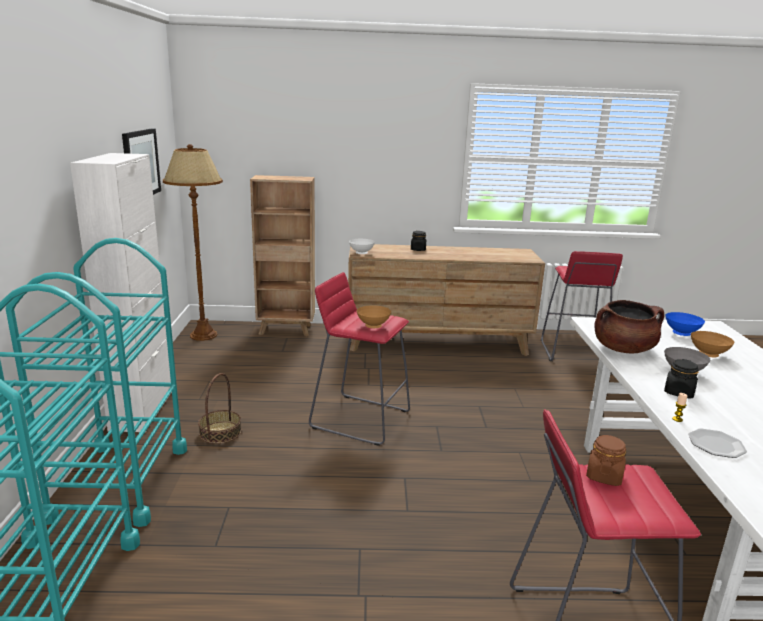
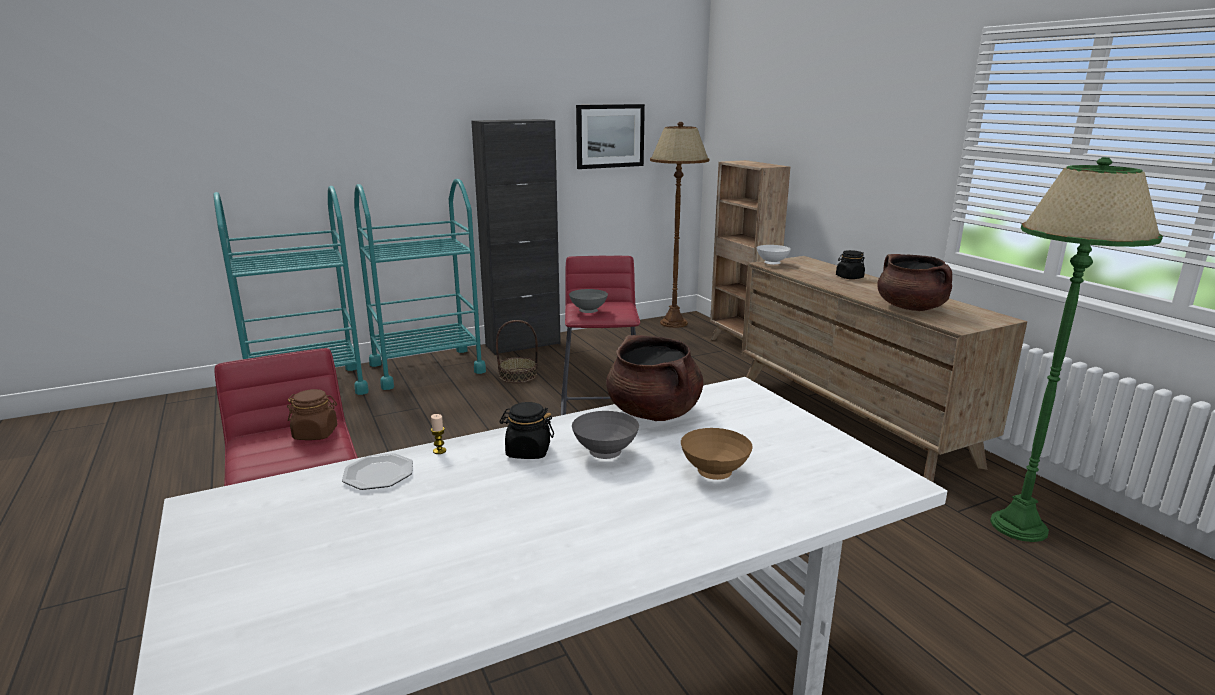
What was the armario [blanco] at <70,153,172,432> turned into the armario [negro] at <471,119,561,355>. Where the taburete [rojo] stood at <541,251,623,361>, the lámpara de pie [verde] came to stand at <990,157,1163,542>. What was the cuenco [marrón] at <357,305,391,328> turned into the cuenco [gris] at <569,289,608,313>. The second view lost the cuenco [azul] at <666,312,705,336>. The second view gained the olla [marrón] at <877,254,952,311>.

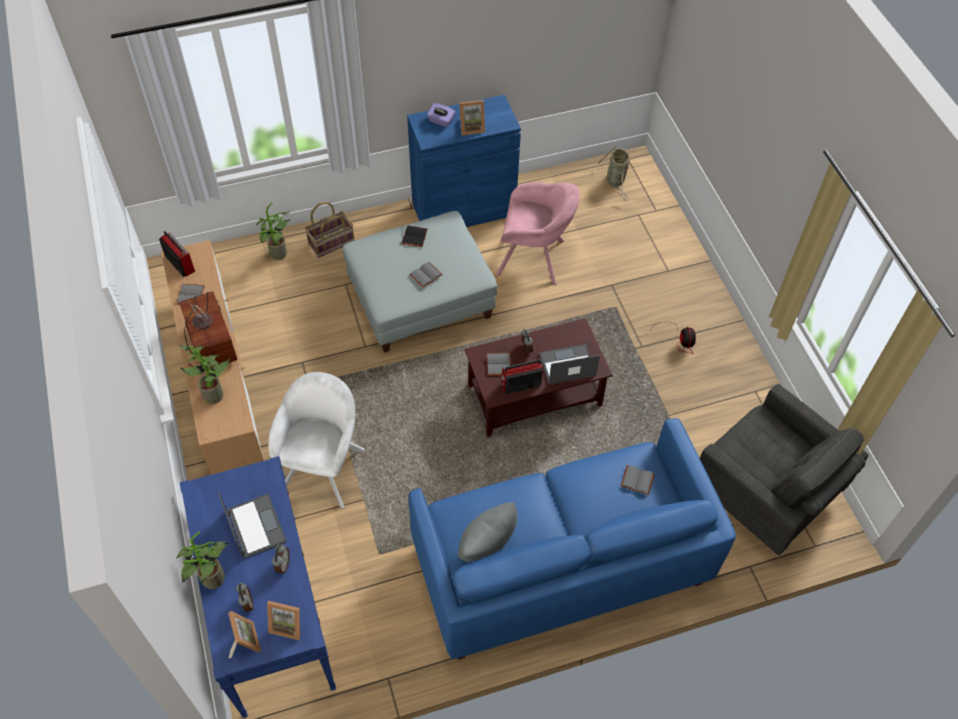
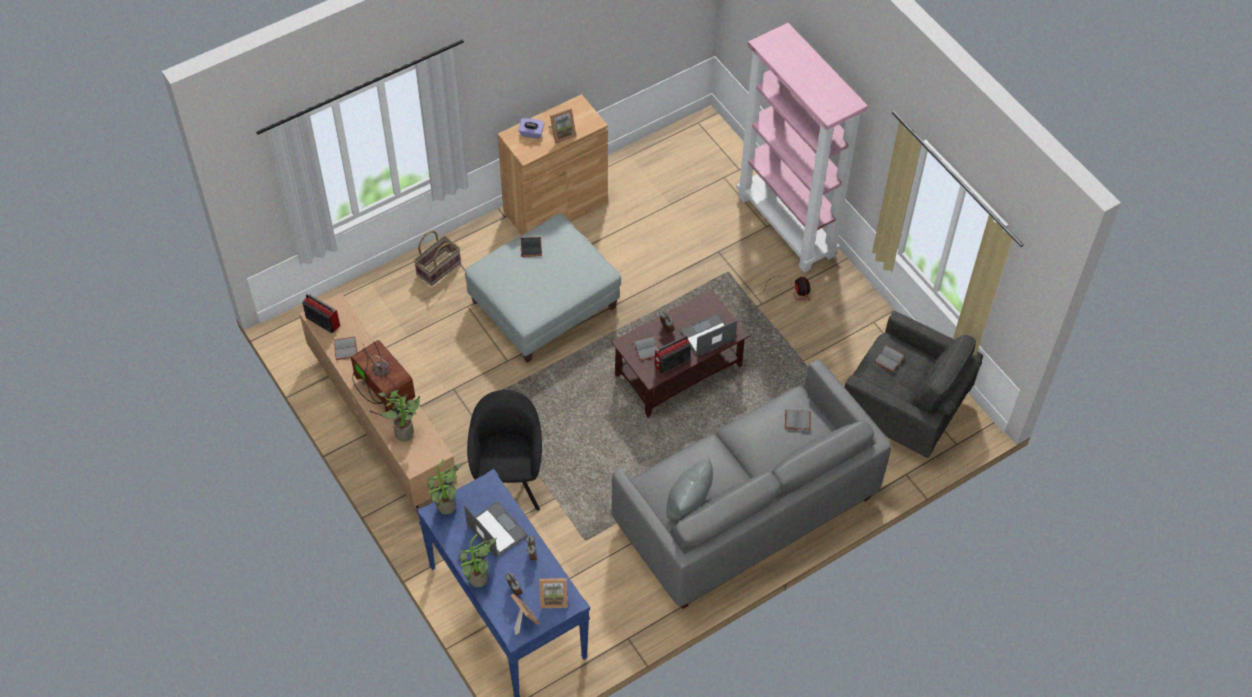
What was the armario [azul] at <407,95,521,227> turned into the armario [marrón] at <498,94,608,235>. The second view lost the cesta at <598,146,630,202>. The second view lost the sillón [rosa] at <495,182,580,285>. The planta en maceta ended up elsewhere, having gone from <256,202,291,260> to <427,459,463,515>. The libro [gris] ended up elsewhere, having gone from <409,262,443,288> to <874,345,905,372>. What was the sillón [blanco] at <268,372,365,509> turned into the sillón [negro] at <467,390,542,511>. What was the sofá [azul] at <409,418,736,660> turned into the sofá [gris] at <612,360,891,609>. The second view gained the estantería [rosa] at <737,23,868,273>.

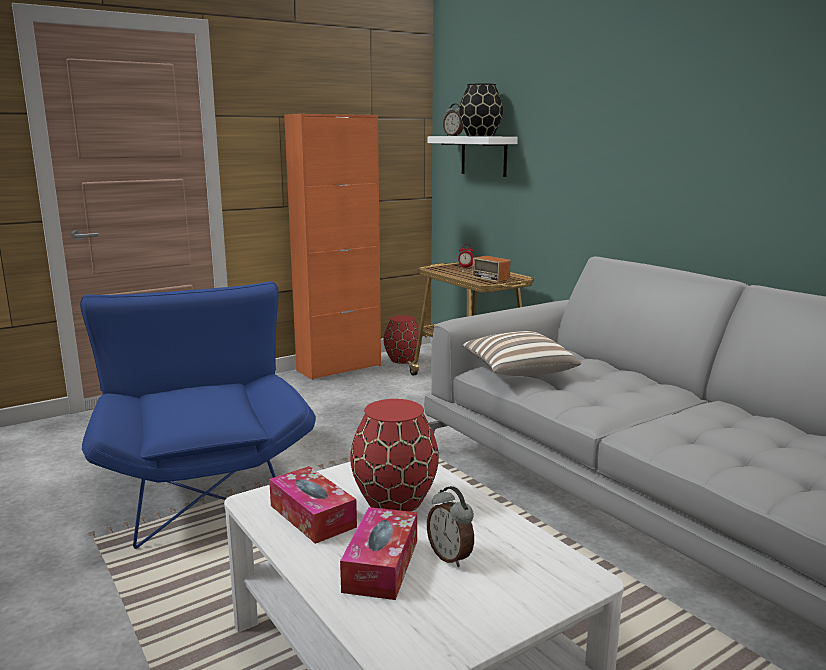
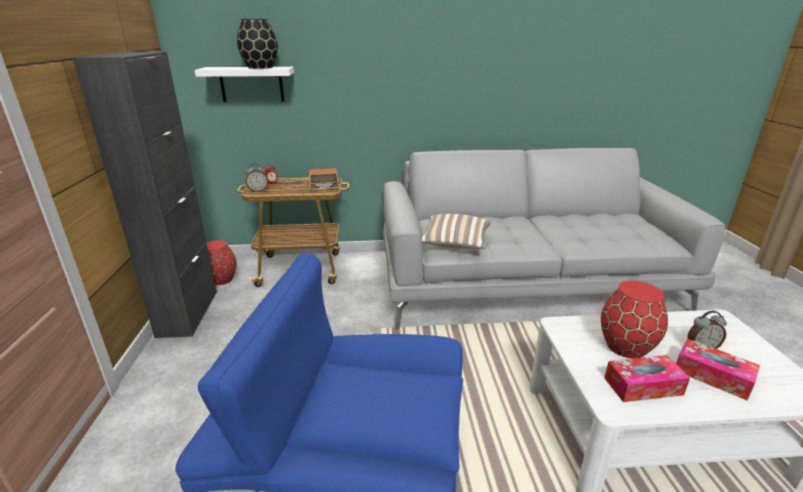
The despertador ended up elsewhere, having gone from <443,103,463,136> to <246,163,268,192>. What was the armario [naranja] at <284,114,381,380> turned into the armario [negro] at <72,52,217,338>.

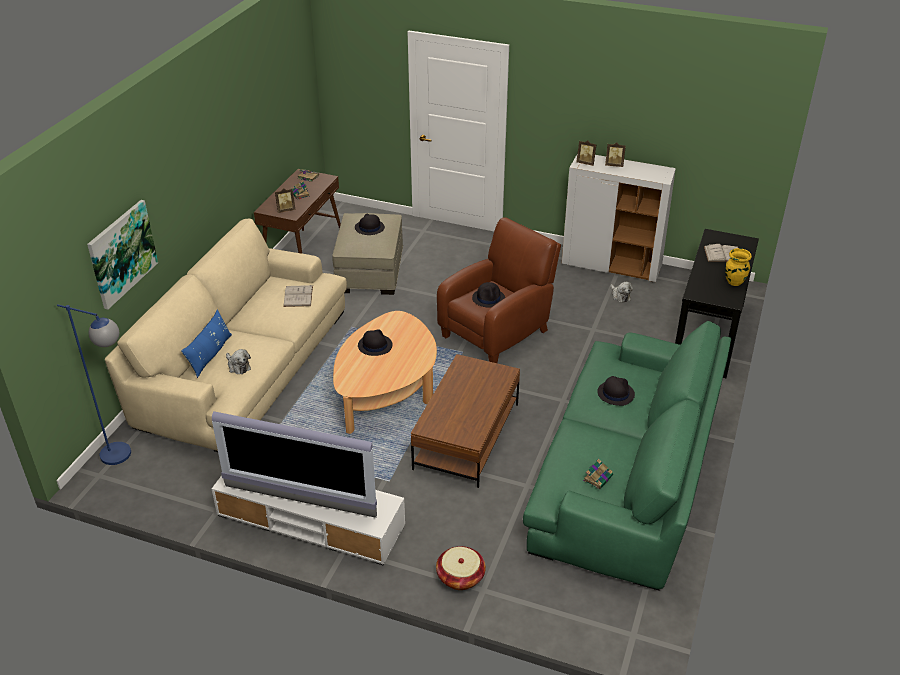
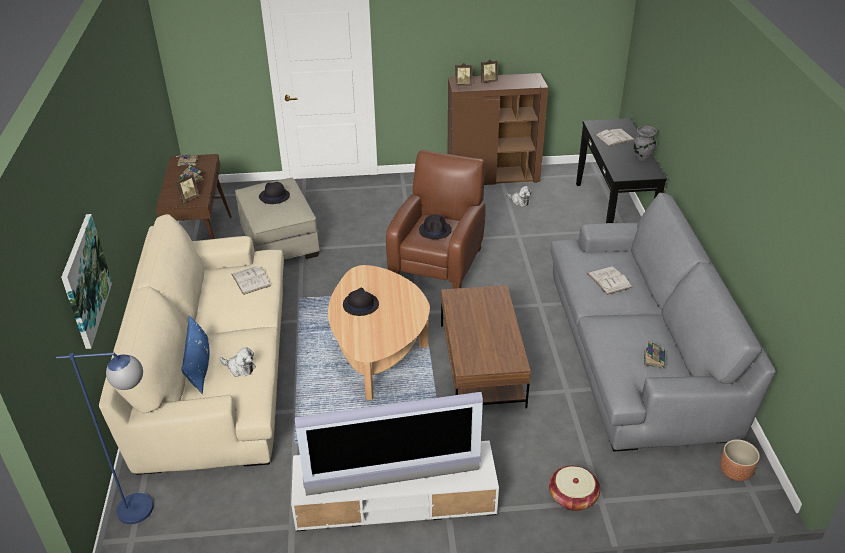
What was the armario [blanco] at <562,153,676,282> turned into the armario [marrón] at <447,73,548,185>. What was the florero [amarillo] at <725,248,752,286> turned into the florero [gris] at <634,126,657,161>. What was the sofá [verde] at <523,321,731,590> turned into the sofá [gris] at <550,193,776,452>. Where the sombrero [negro] stood at <597,376,635,406>, the libro [blanco] came to stand at <587,266,632,295>. The second view gained the maceta [marrón] at <720,439,760,481>.

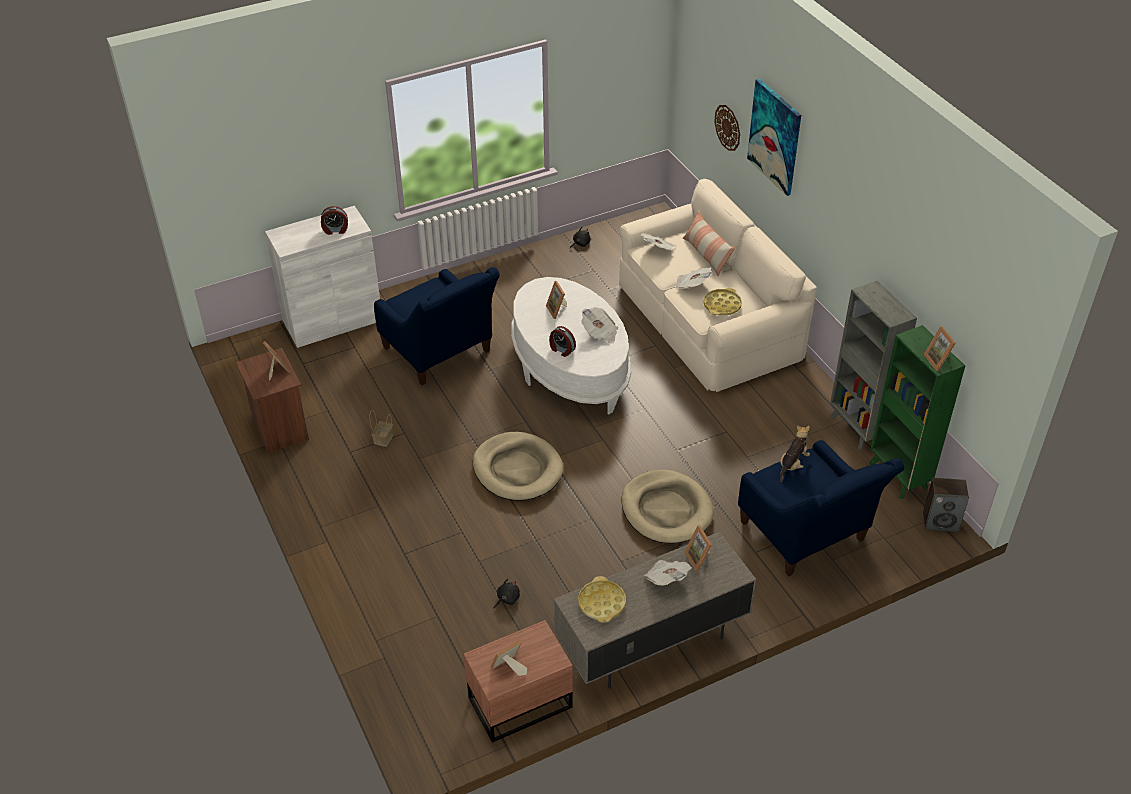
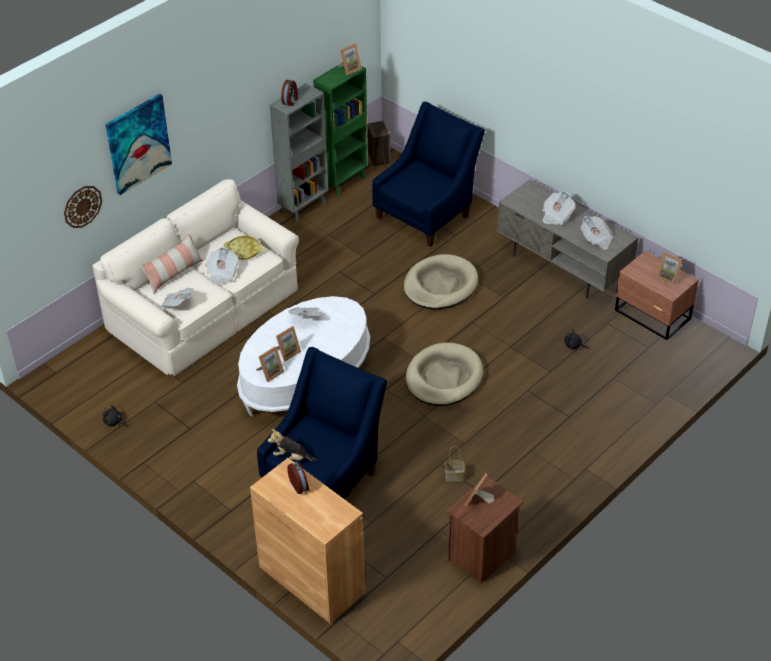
What was the armario [blanco] at <265,206,380,348> turned into the armario [marrón] at <250,458,366,624>. The despertador ended up elsewhere, having gone from <549,326,576,357> to <281,80,298,106>. The peluche ended up elsewhere, having gone from <780,425,810,482> to <268,429,317,462>. The portarretratos ended up elsewhere, having gone from <684,525,712,571> to <256,346,284,382>. Where the bandeja [amarillo] stood at <578,576,626,623>, the periódico came to stand at <581,216,613,250>.

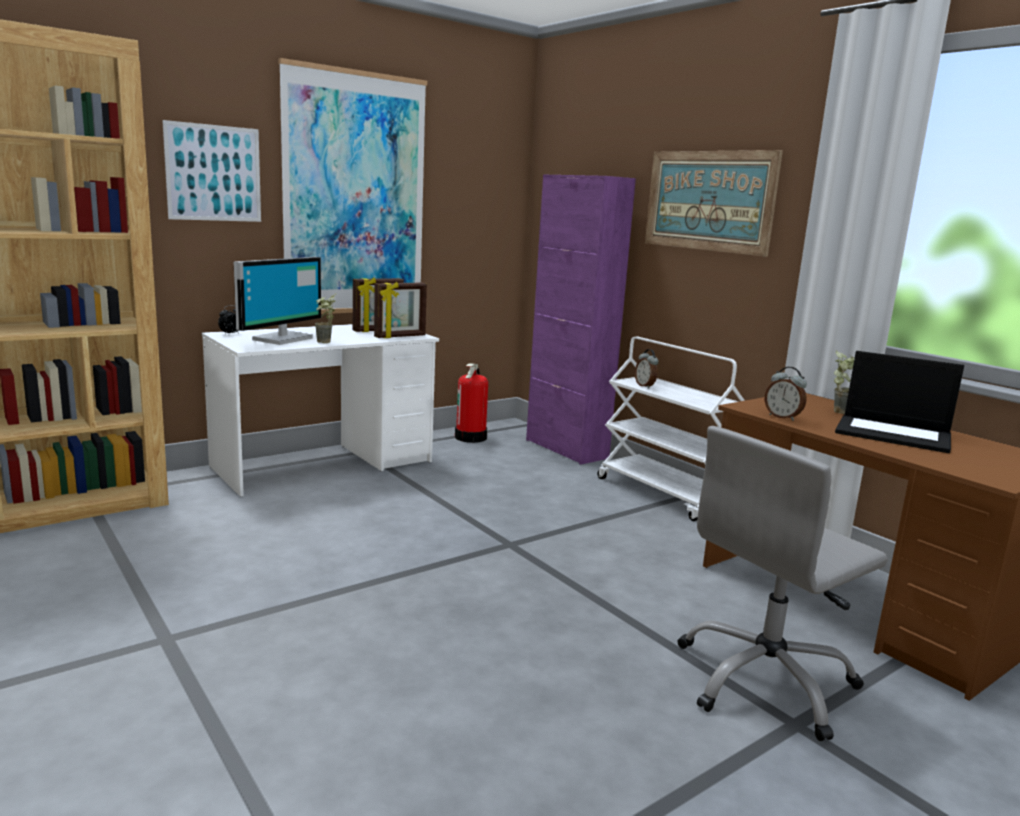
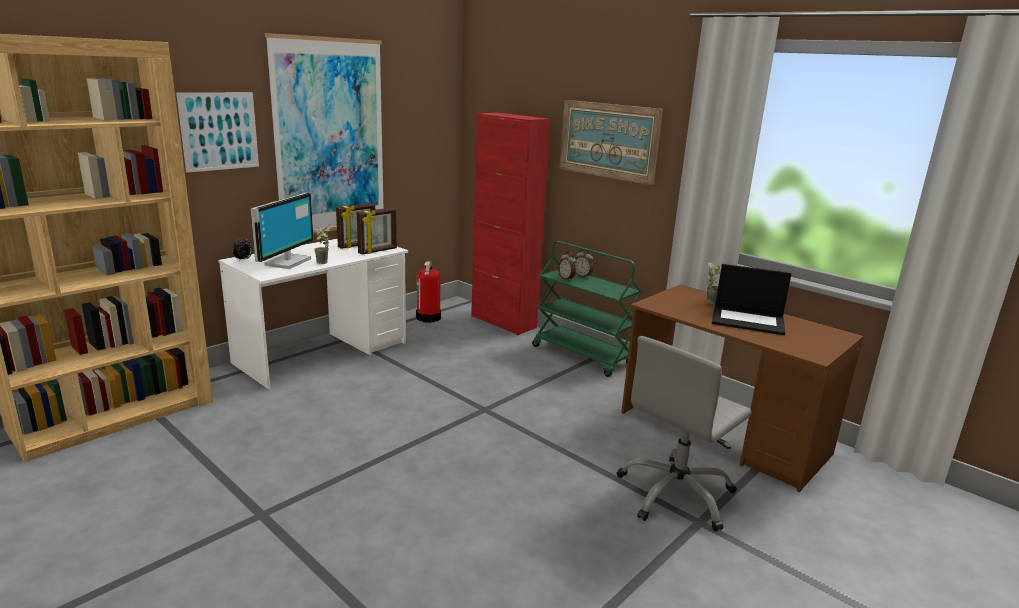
What was the armario [morado] at <526,174,636,465> turned into the armario [rojo] at <471,113,550,335>. What was the carrito [blanco] at <597,337,745,521> turned into the carrito [verde] at <532,241,642,377>. The despertador ended up elsewhere, having gone from <765,367,807,421> to <575,250,593,278>.

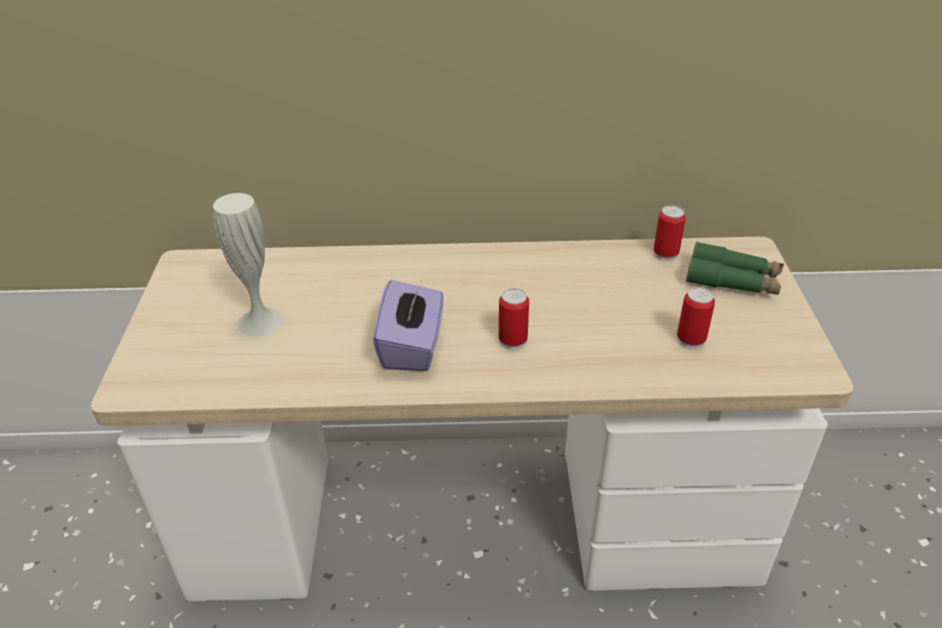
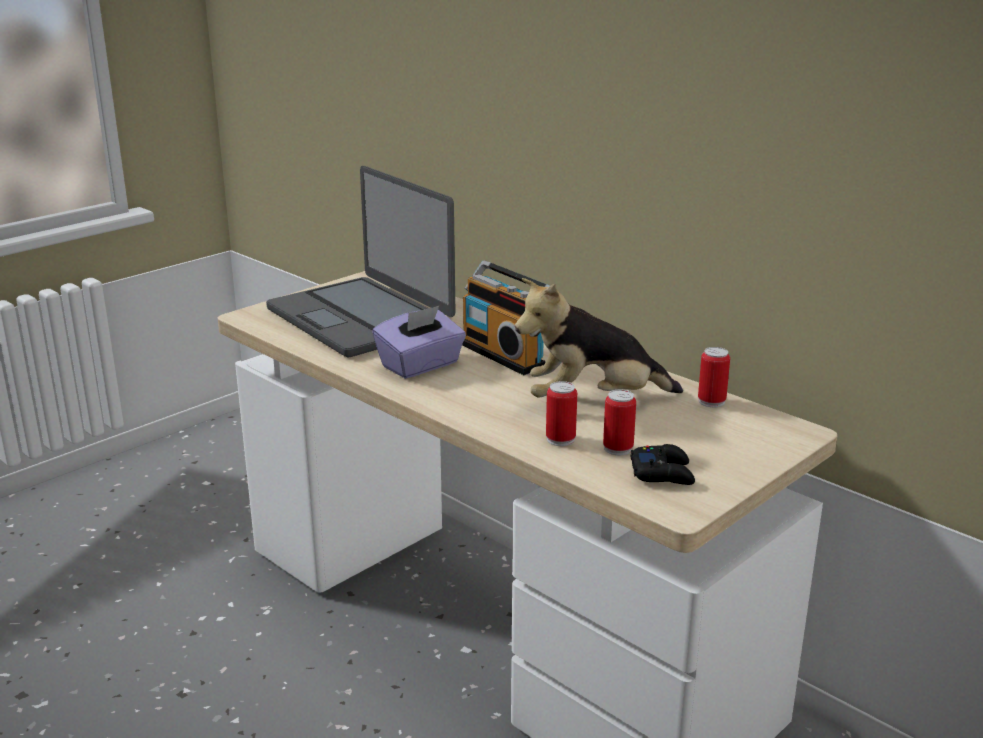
Where the florero [blanco] stood at <213,193,284,337>, the portátil came to stand at <266,166,455,357>. The second view lost the prismáticos [verde] at <686,242,784,295>. The lata ended up elsewhere, having gone from <499,288,529,349> to <546,381,577,446>. The second view gained the radio at <462,260,550,375>. The second view gained the peluche at <515,278,683,398>. The second view gained the mando de consola [negro] at <631,444,695,485>.

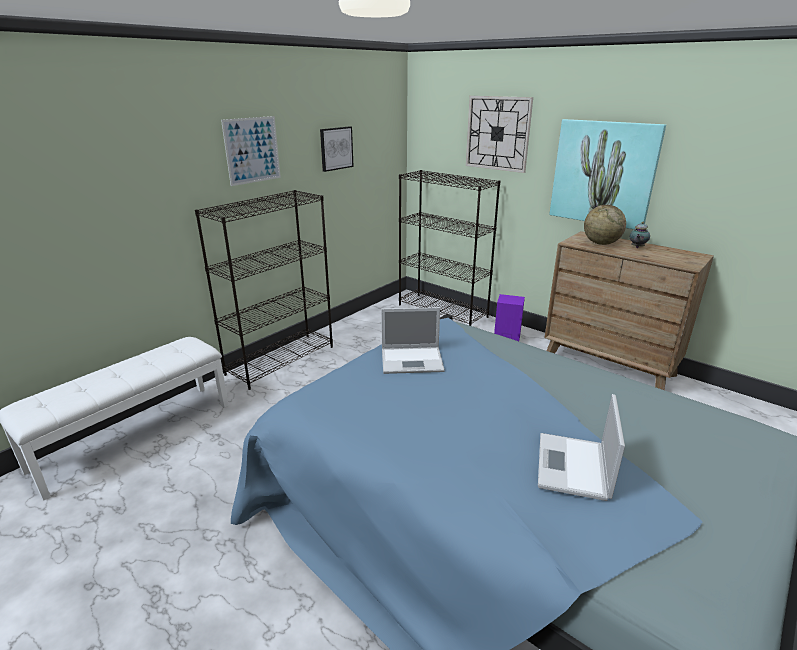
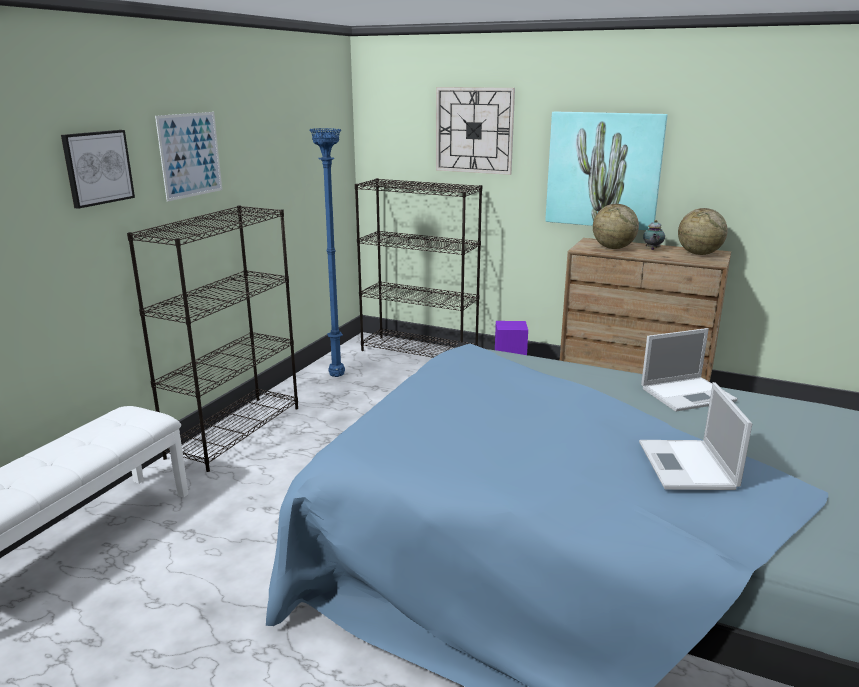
The cuadro ended up elsewhere, having gone from <320,126,354,172> to <61,130,135,209>. The portátil ended up elsewhere, having gone from <381,307,445,374> to <641,328,738,412>. The second view gained the lámpara de pie [azul] at <309,128,345,377>. The second view gained the globo terráqueo at <678,208,728,255>.

